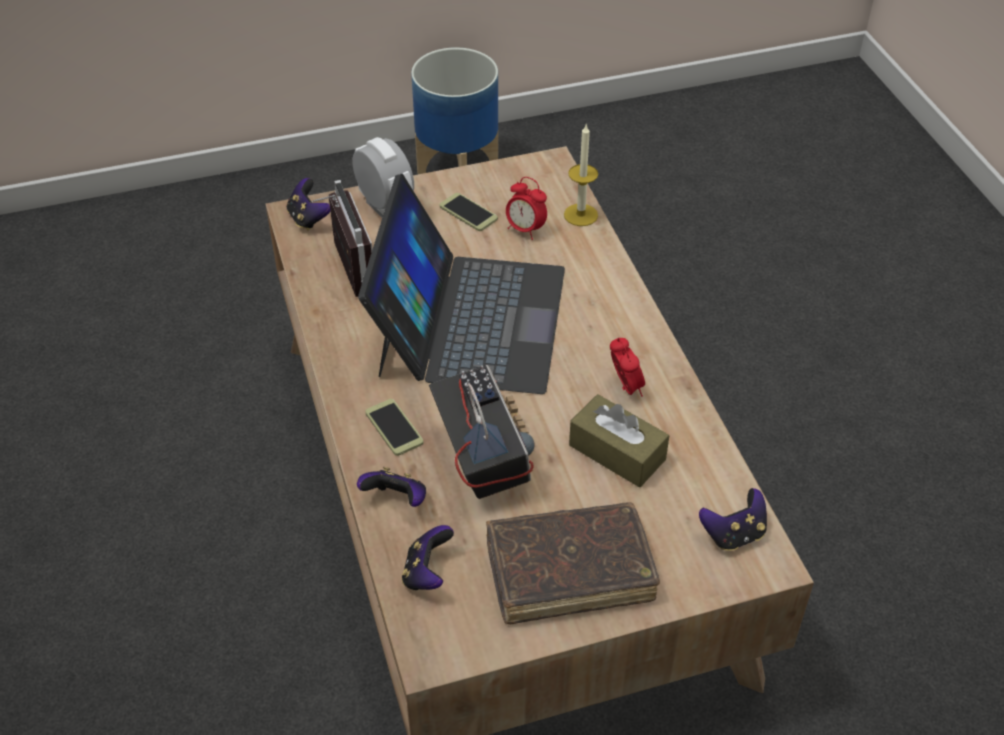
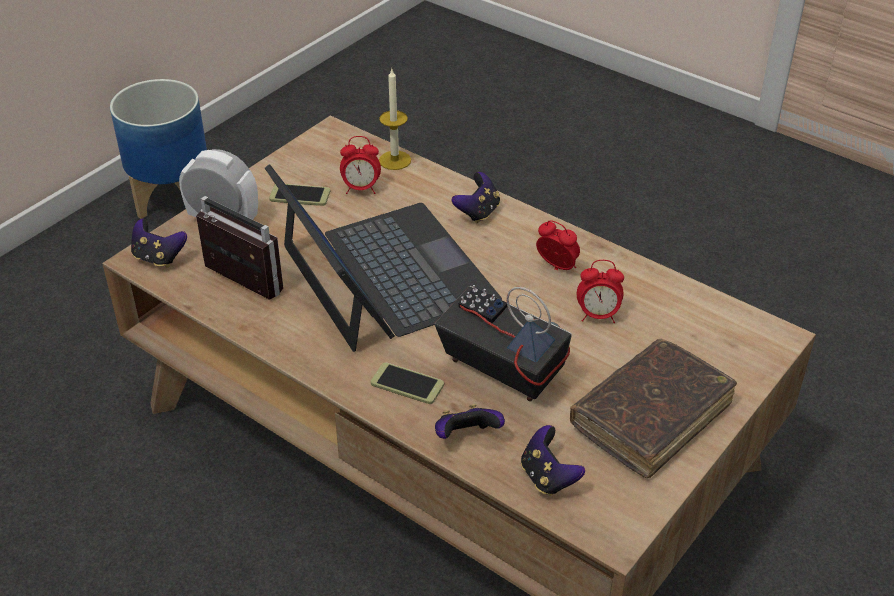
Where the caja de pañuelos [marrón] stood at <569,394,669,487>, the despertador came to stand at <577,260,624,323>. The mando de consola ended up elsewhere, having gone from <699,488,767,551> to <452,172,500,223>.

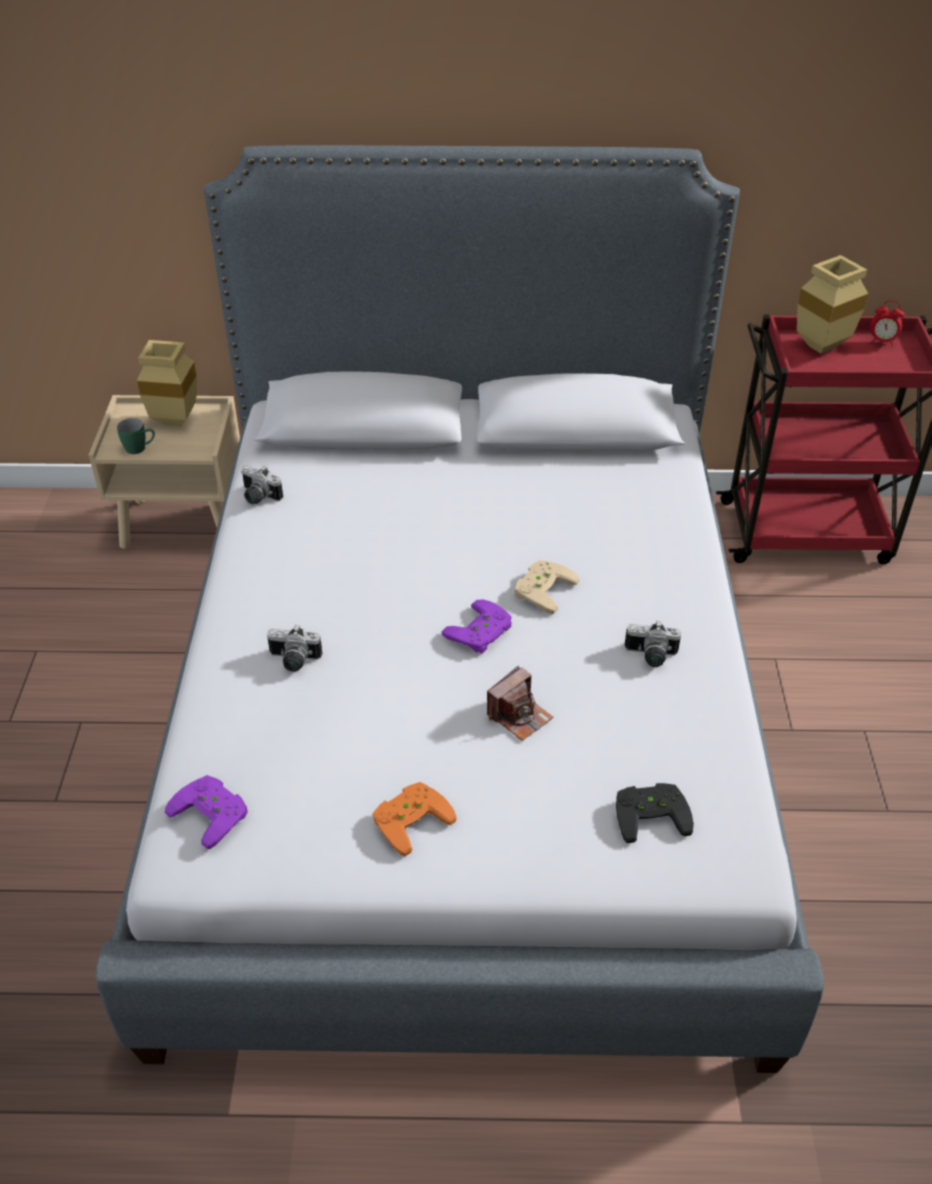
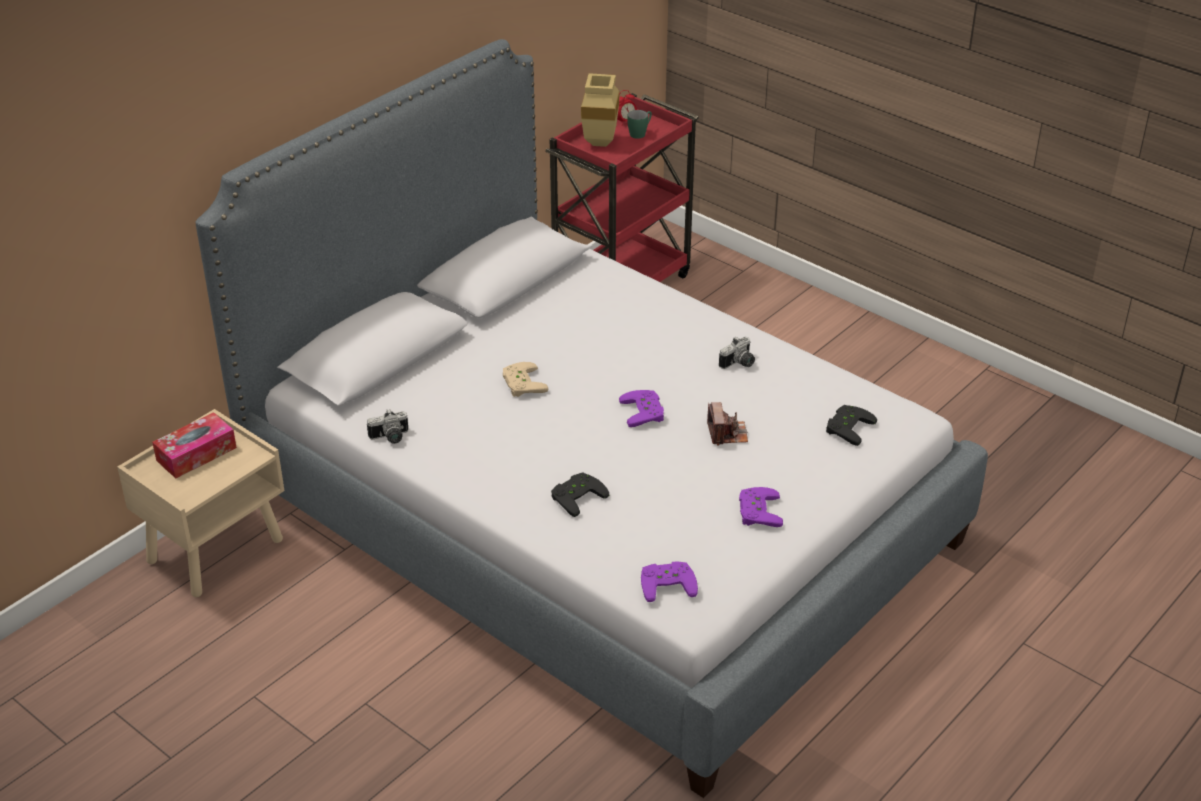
Where the florero [beis] stood at <137,340,197,427>, the caja de pañuelos came to stand at <152,412,237,479>. The taza grande [verde] ended up elsewhere, having gone from <117,418,155,454> to <627,110,652,139>. The mando de consola [beis] ended up elsewhere, having gone from <515,560,579,614> to <503,362,549,397>. Where the cámara stood at <267,625,323,672>, the mando de consola [negro] came to stand at <551,472,609,517>. What was the mando de consola [naranja] at <373,782,457,856> turned into the mando de consola [morado] at <739,487,783,527>.

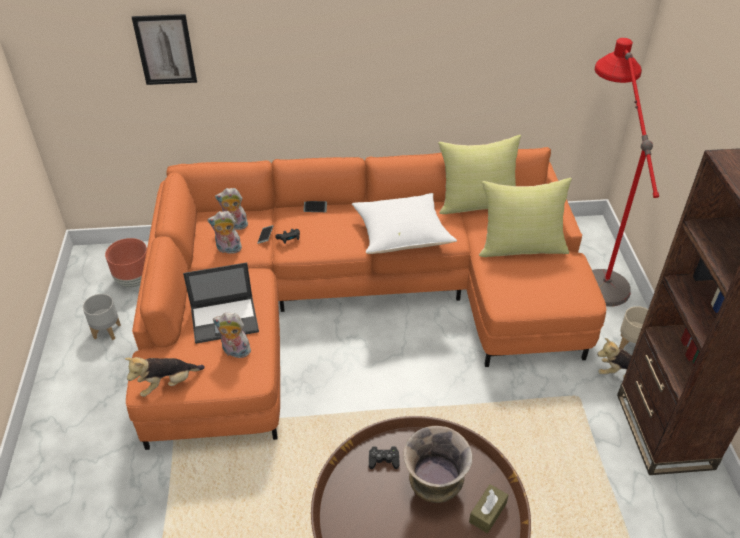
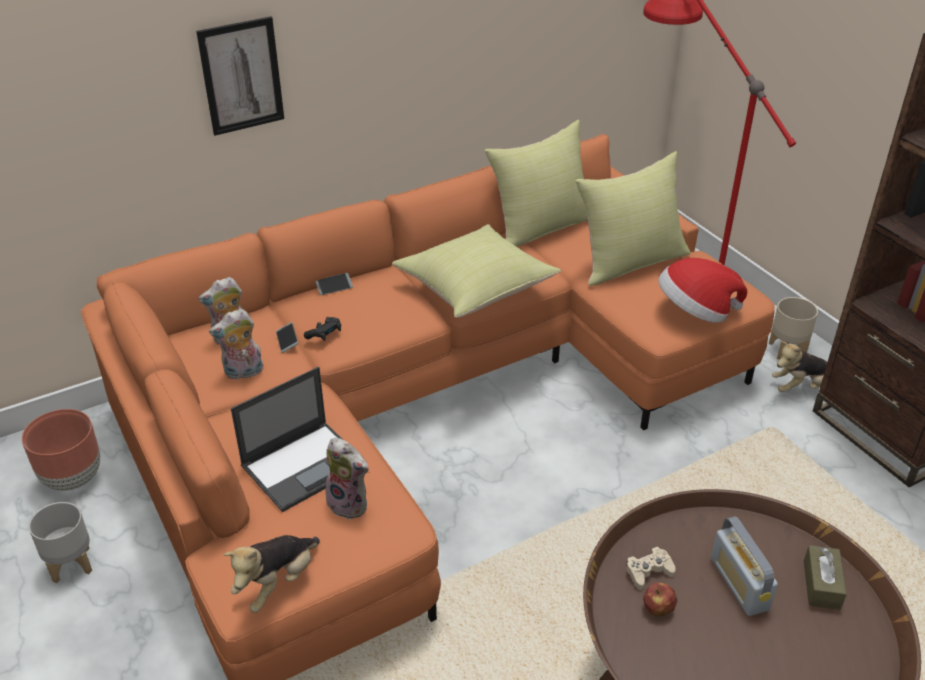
The cuadro ended up elsewhere, having gone from <132,14,197,85> to <196,16,284,136>. What was the cojín [blanco] at <352,193,457,254> turned into the cojín [amarillo] at <392,224,561,318>. The peluche at <213,313,251,358> ended up facing another way, 135 degrees counterclockwise from before. Where the florero stood at <403,426,473,503>, the radio came to stand at <711,516,778,616>. What was the mando de consola [negro] at <369,446,400,469> turned into the mando de consola [beis] at <626,547,676,590>. The second view gained the sombrero at <658,258,747,323>. The second view gained the manzana at <643,583,677,616>.

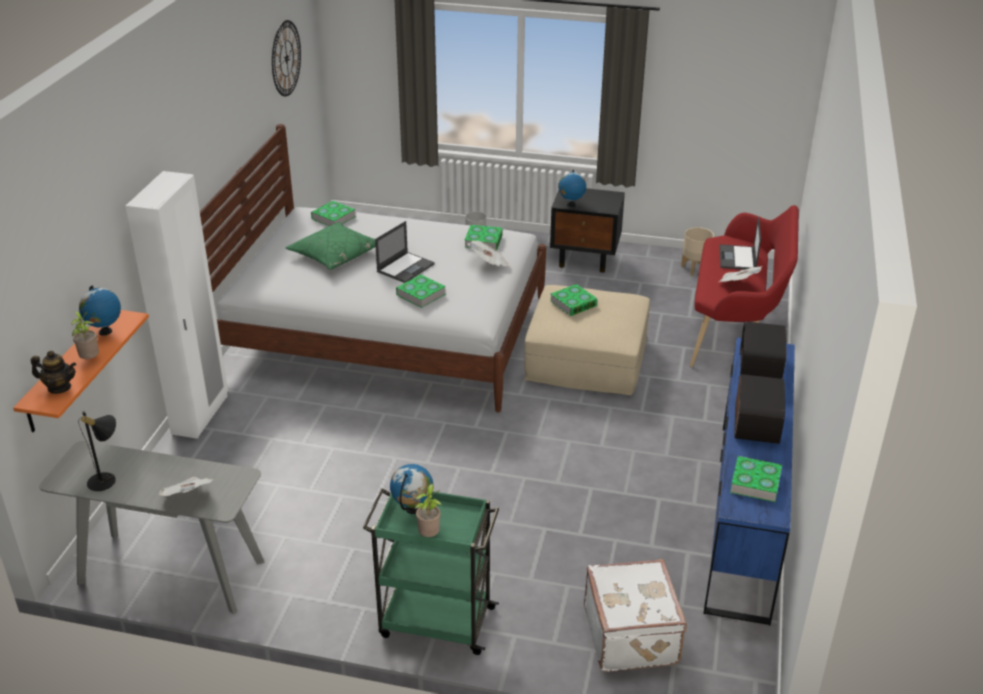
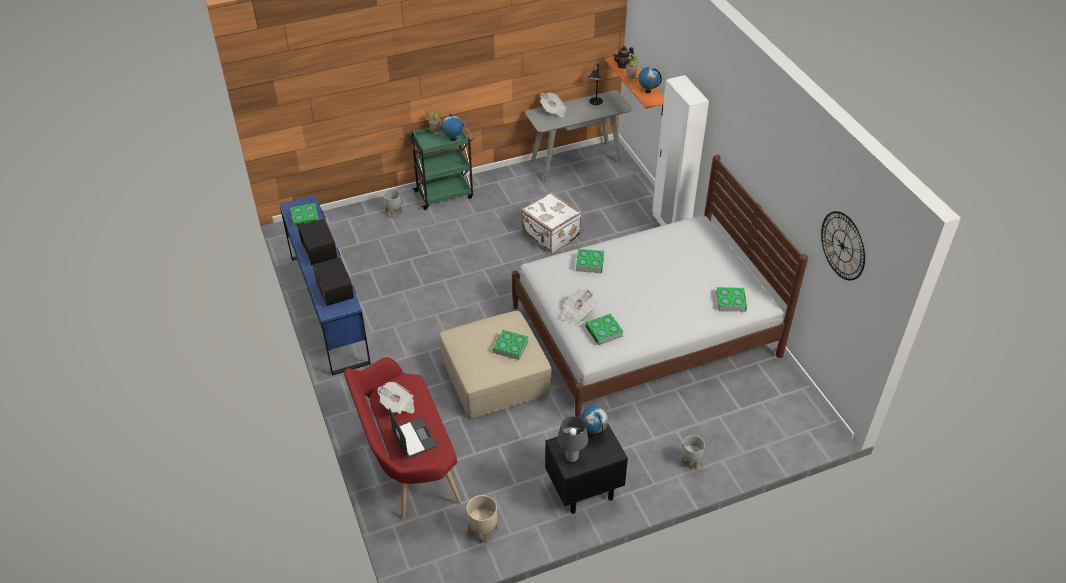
The second view lost the portátil at <375,221,435,283>. The second view lost the cojín [verde] at <286,222,375,270>. The maleta [blanco] ended up elsewhere, having gone from <584,559,687,672> to <521,192,582,253>. The second view gained the maceta [gris] at <383,189,402,218>. The second view gained the lámpara de mesa [gris] at <557,416,588,462>.

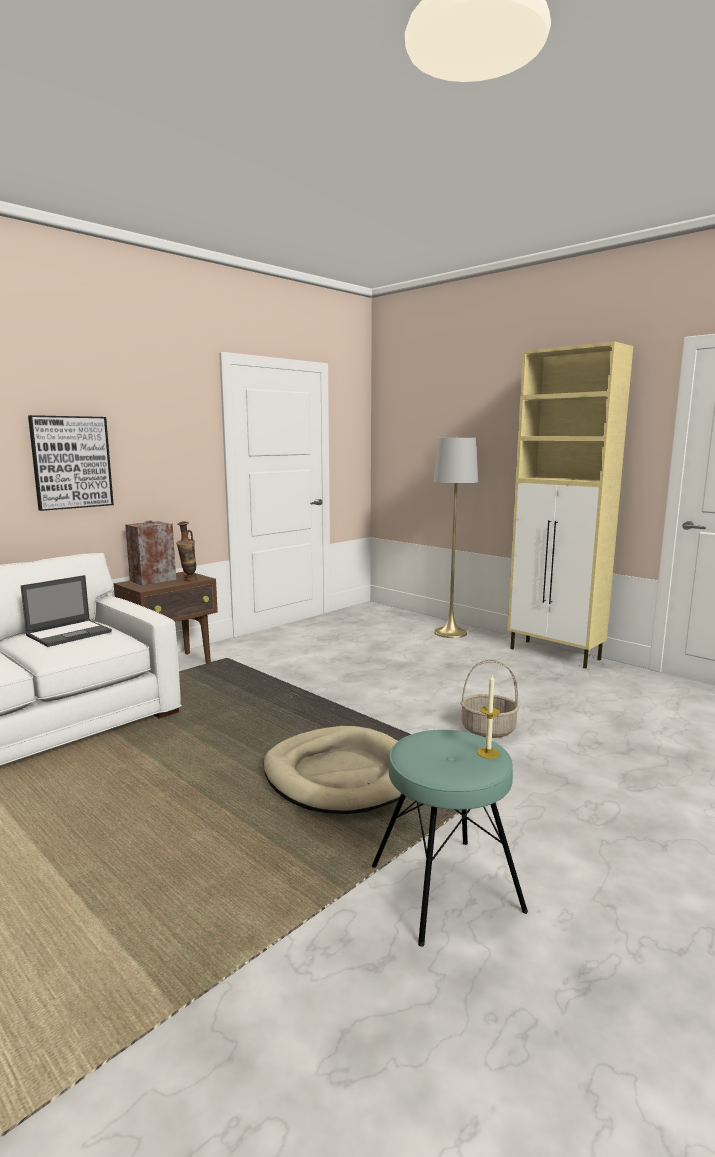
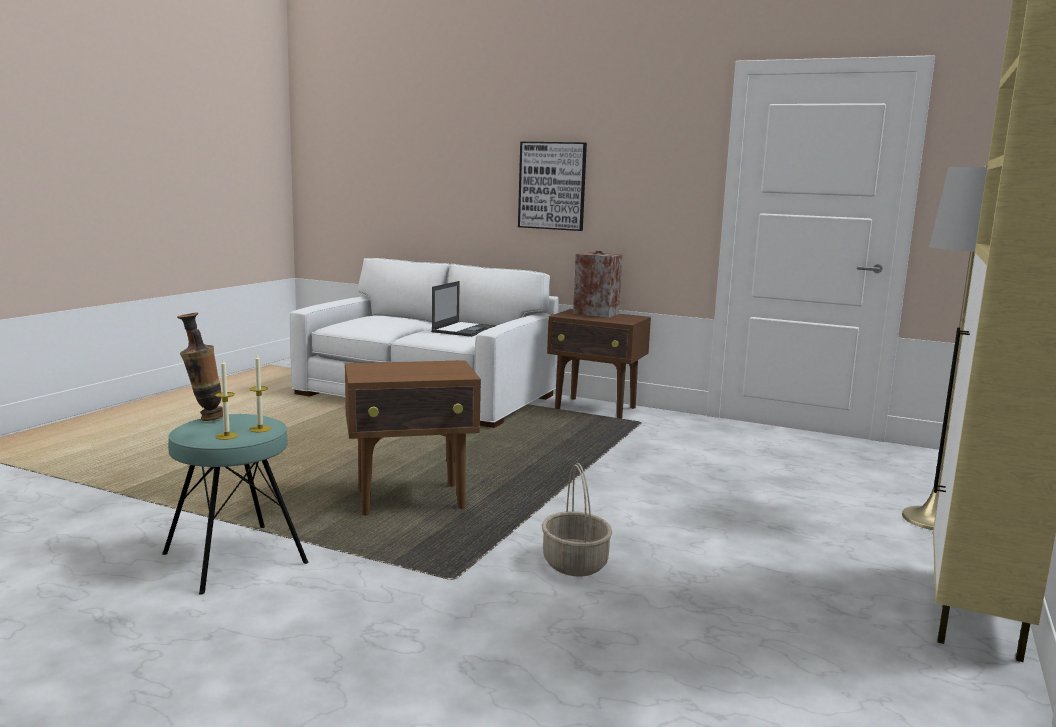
The florero ended up elsewhere, having gone from <176,521,197,581> to <177,312,223,421>. The portátil at <21,575,112,647> ended up facing another way, 90 degrees counterclockwise from before. Where the cama para perro [beis] stood at <263,726,401,814>, the mesa auxiliar [marrón] came to stand at <345,360,481,515>. The second view gained the vela at <249,355,271,433>.

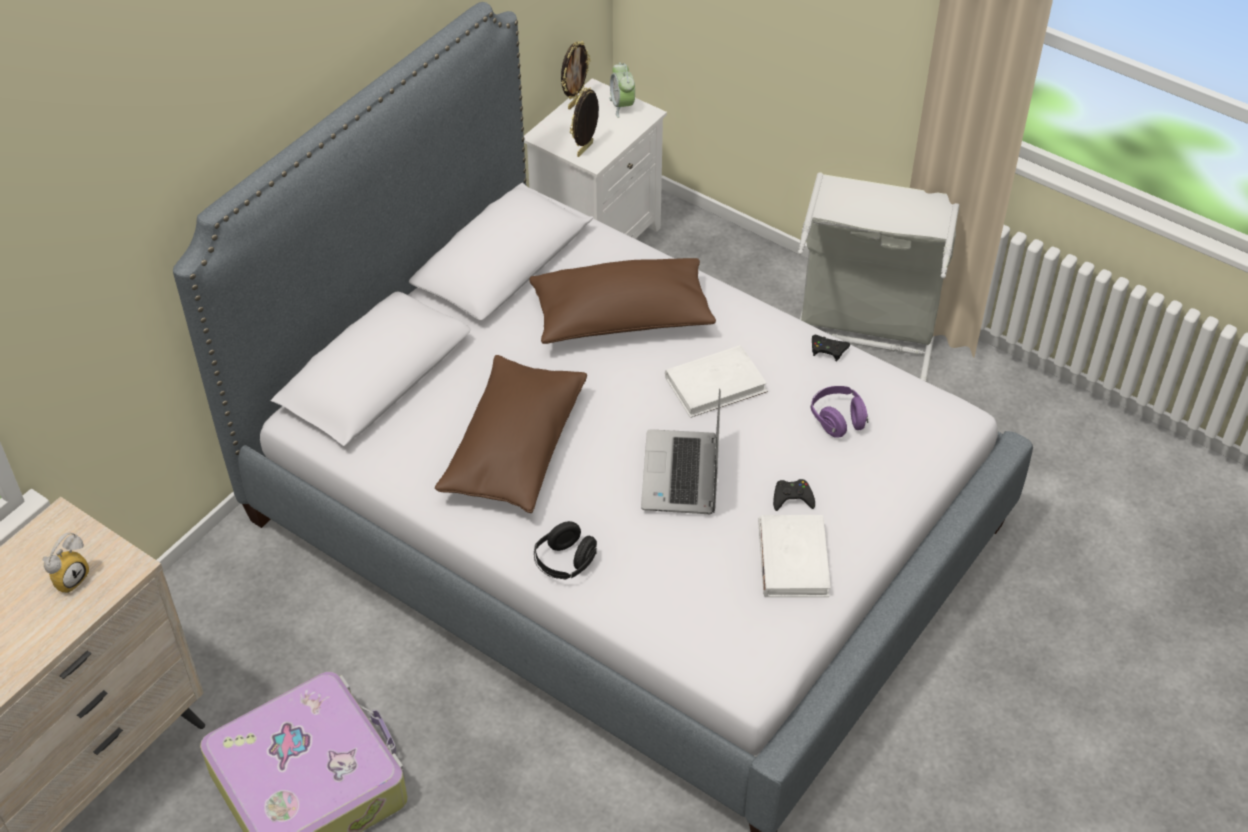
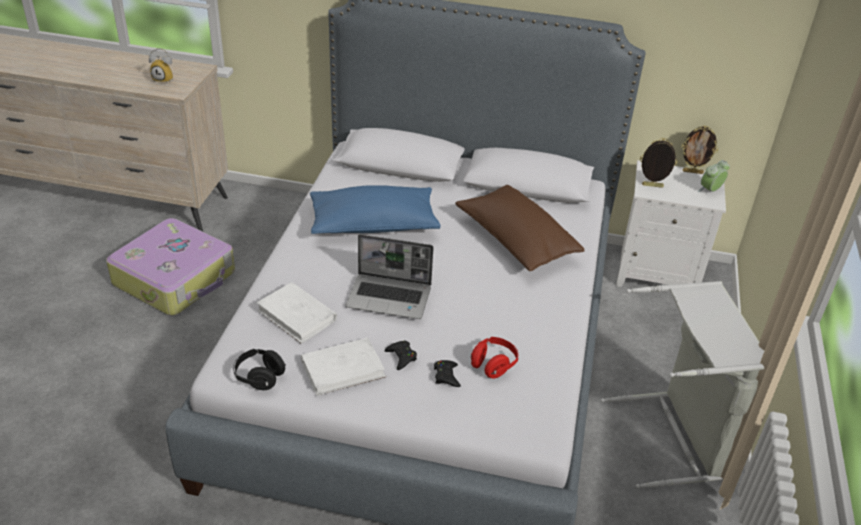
The mando de consola [negro] ended up elsewhere, having gone from <812,335,850,361> to <434,360,461,387>. The libro [blanco] ended up elsewhere, having gone from <665,345,768,418> to <257,282,337,344>. What was the cojín [marrón] at <435,355,587,513> turned into the cojín [azul] at <310,185,440,234>. What was the auriculares [morado] at <811,386,868,438> turned into the auriculares [rojo] at <471,337,518,378>. The portátil at <641,389,721,514> ended up facing another way, 150 degrees counterclockwise from before. The auriculares [negro] ended up elsewhere, having gone from <534,521,597,579> to <233,349,286,390>.

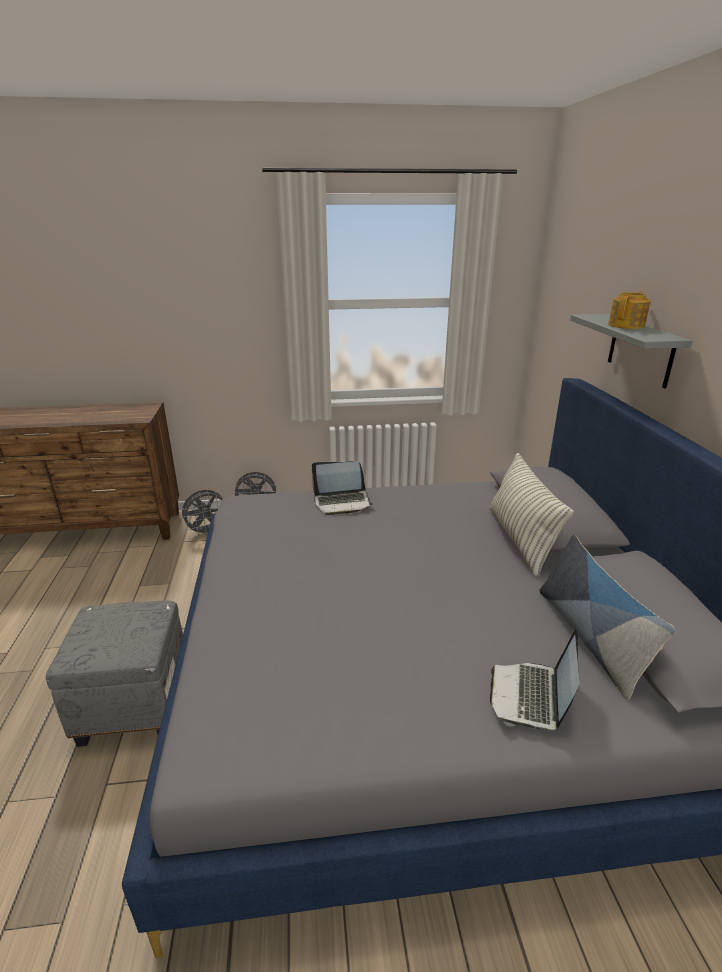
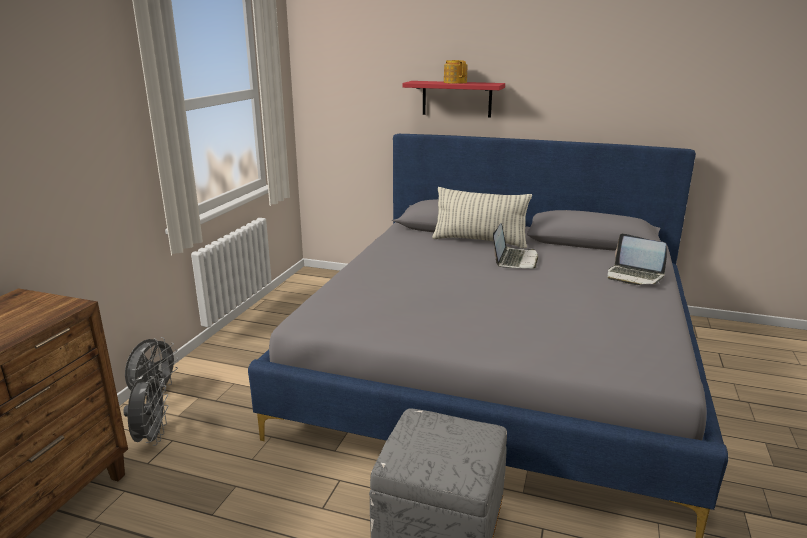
What was the estante [gris] at <570,314,692,388> turned into the estante [rojo] at <402,81,505,118>. The portátil ended up elsewhere, having gone from <312,461,373,515> to <493,223,538,269>. The second view lost the cojín at <539,535,675,700>.

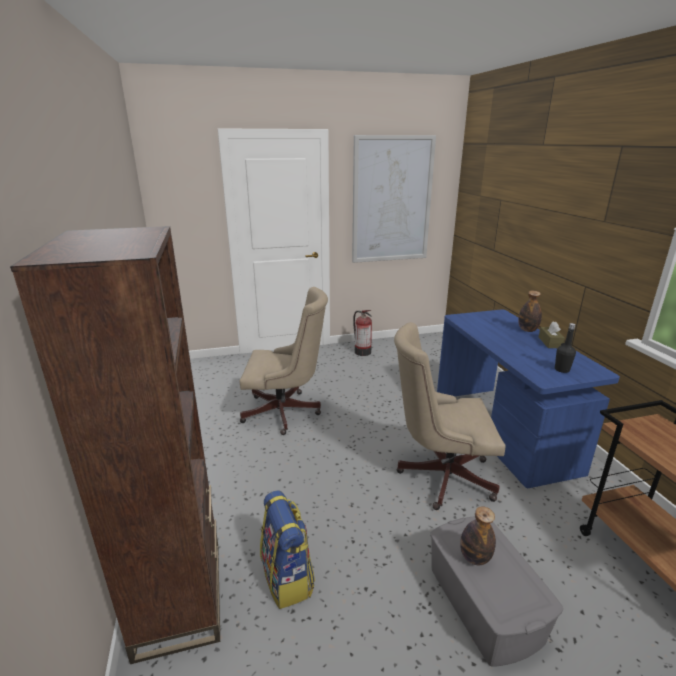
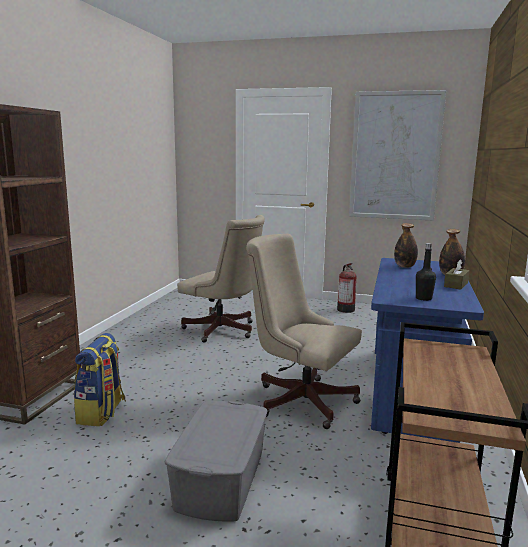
The botella ended up elsewhere, having gone from <460,506,496,565> to <394,223,418,268>.

